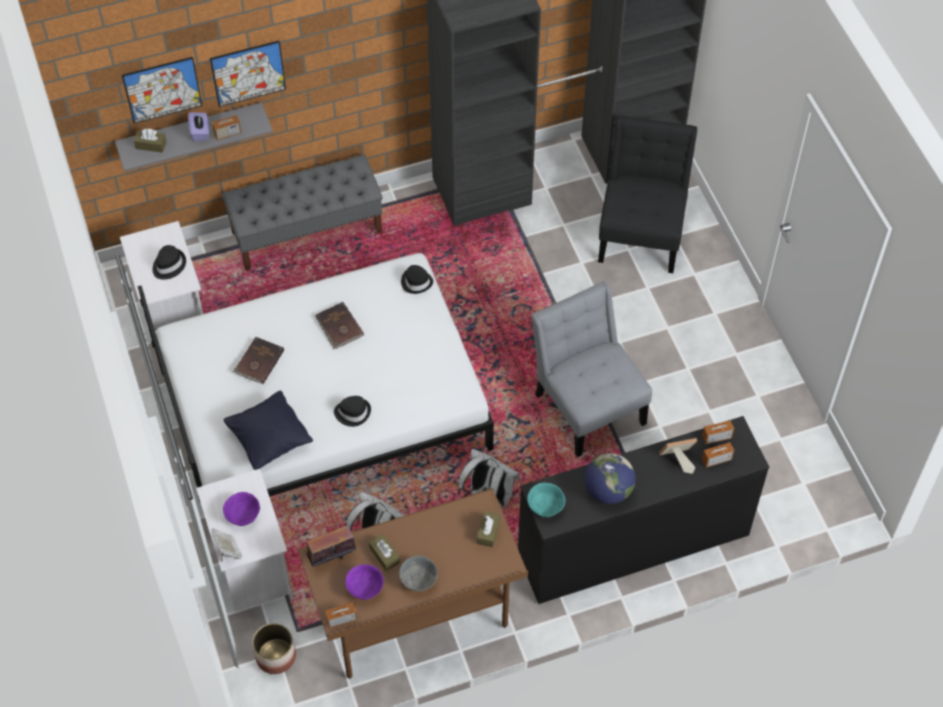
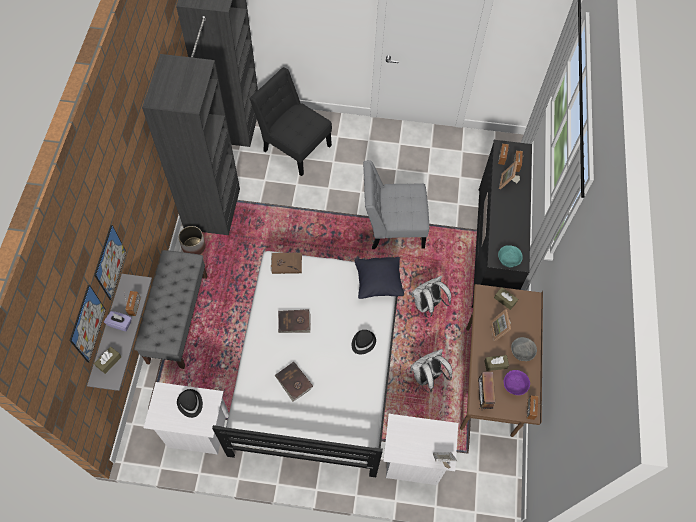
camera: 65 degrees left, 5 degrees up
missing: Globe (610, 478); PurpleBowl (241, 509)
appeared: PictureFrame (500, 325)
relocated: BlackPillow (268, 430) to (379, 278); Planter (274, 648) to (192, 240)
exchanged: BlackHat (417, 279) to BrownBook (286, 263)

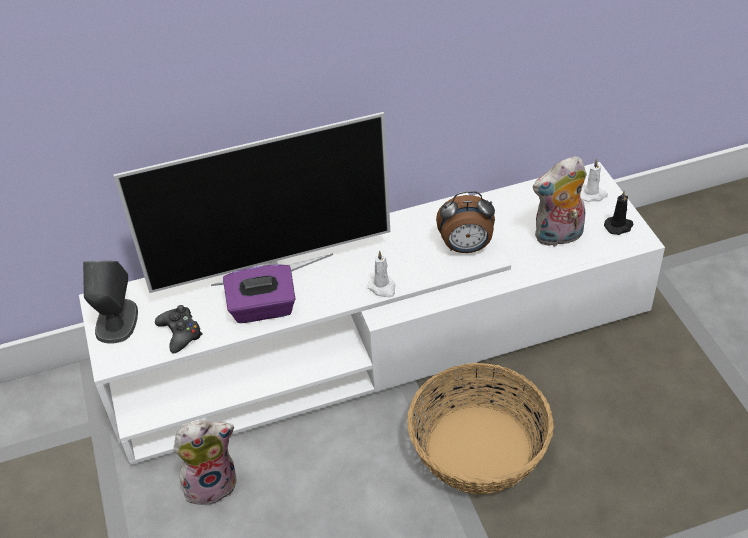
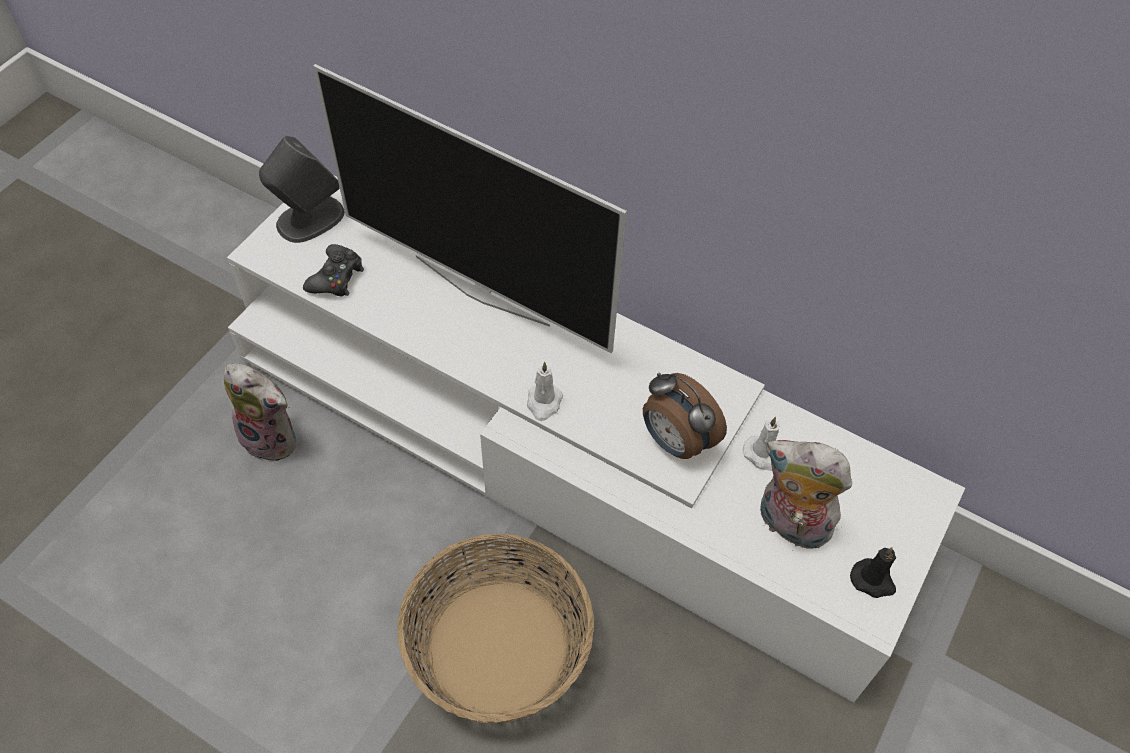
camera: 45 degrees right, 10 degrees up
missing: PurpleTissueBox (259, 293)
relocated: WhiteCandle (594, 180) to (761, 444)

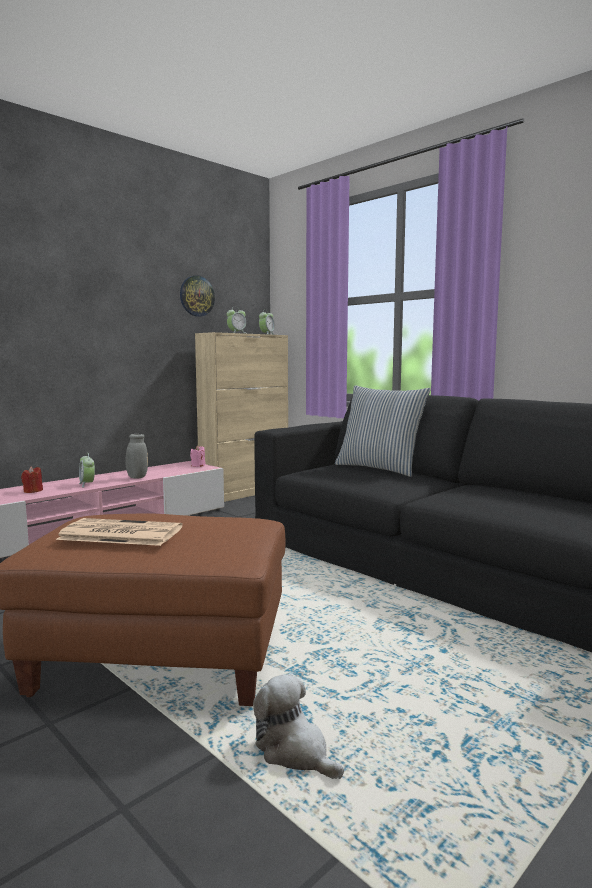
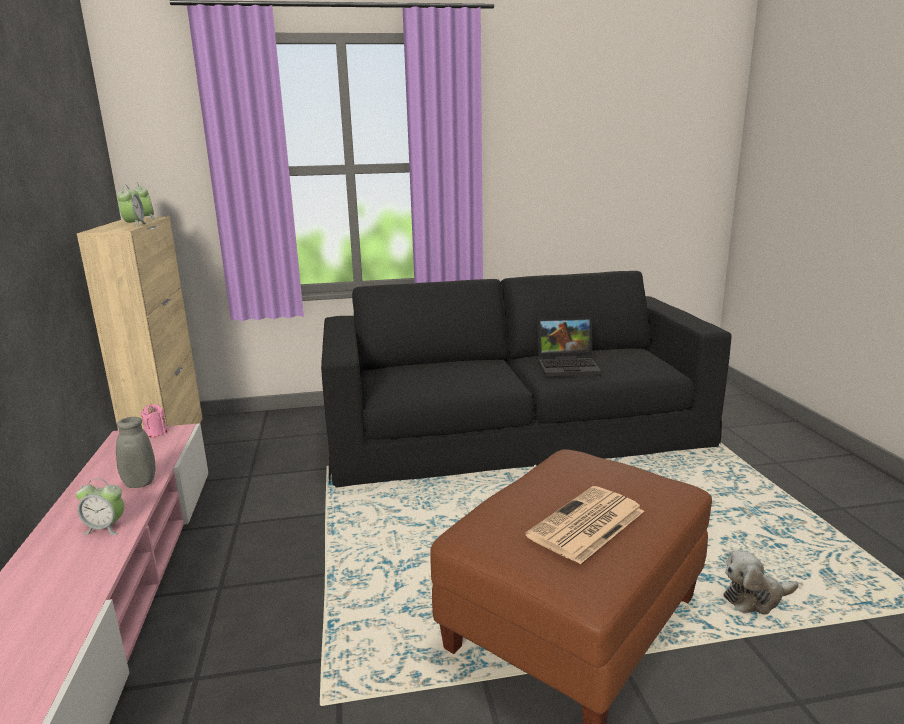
camera: 55 degrees left, 10 degrees up
missing: WallClock (197, 296); Pillow (383, 431); RedCandle (32, 479)
appeared: Laptop (570, 347)

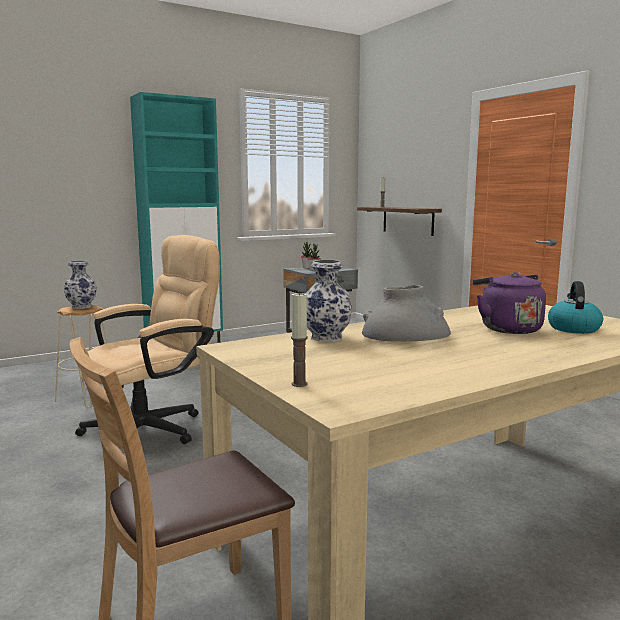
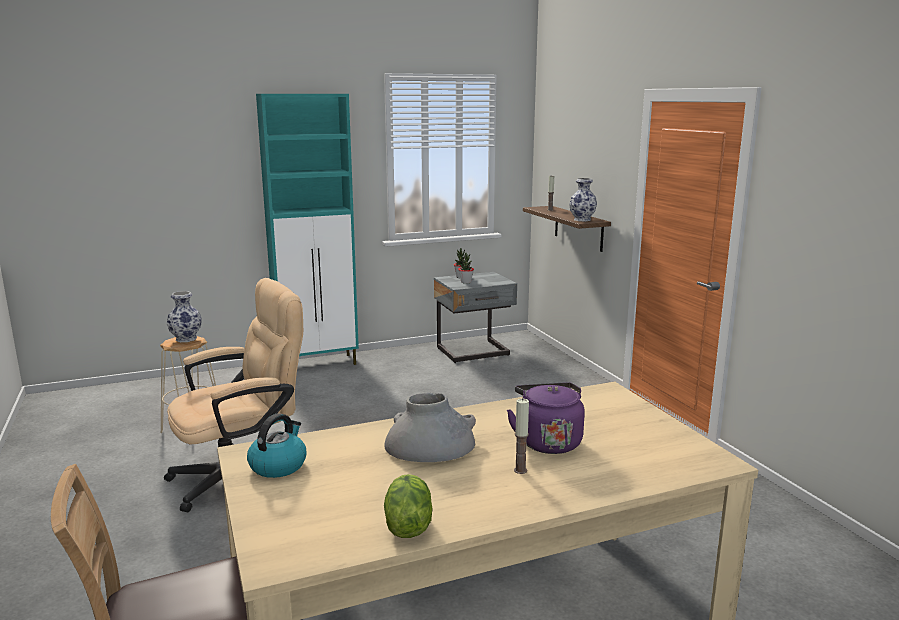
camera: 10 degrees right, 5 degrees up
appeared: Lettuce (408, 506)
relocated: Vase (328, 301) to (583, 199); Kettle (575, 307) to (276, 445); Candle (299, 339) to (521, 436)

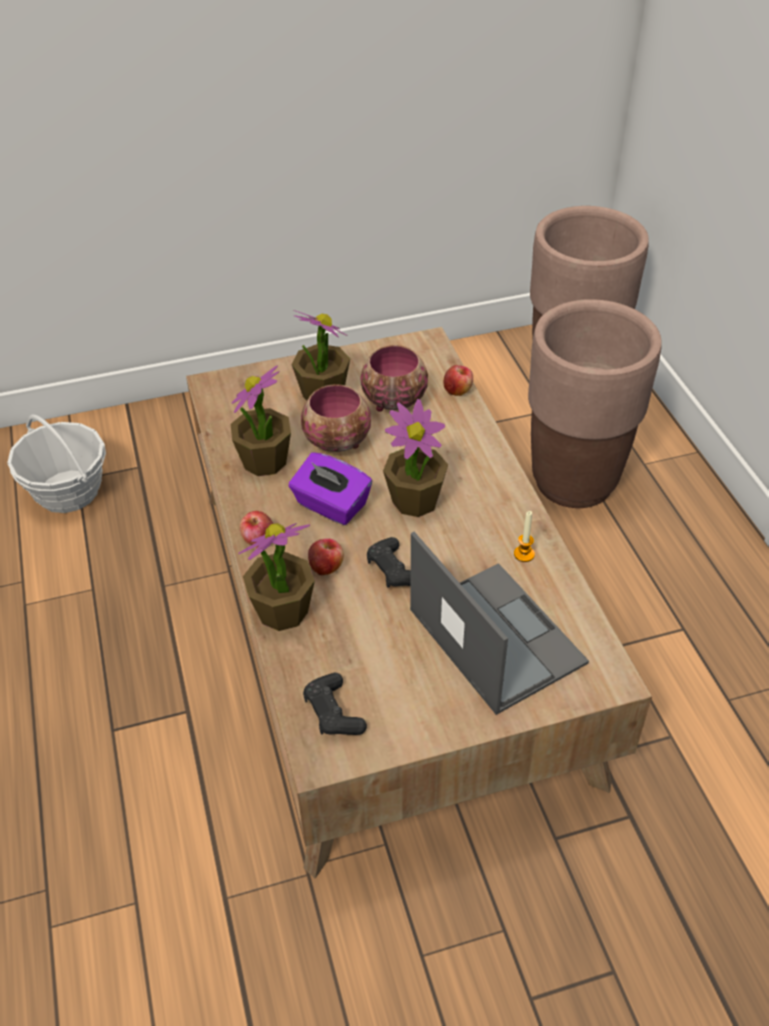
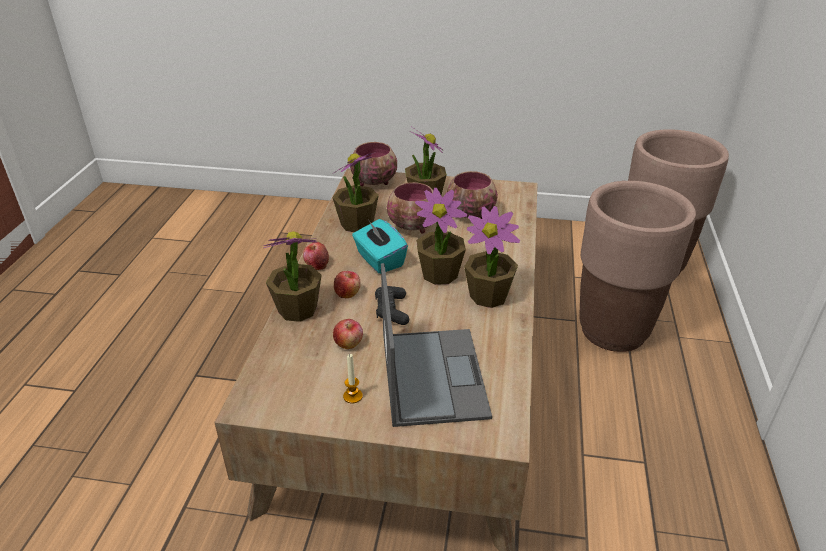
camera: 25 degrees right, 10 degrees down
missing: Basket (56, 464); BlackGameController (335, 704)
appeared: Bowl (373, 164); PottedPlant (492, 257)
relocated: Apple (458, 380) to (348, 334); Candle (524, 536) to (353, 378)
colour: PurpleTissueBox (330, 488) to TurquoiseTissueBox (380, 246)

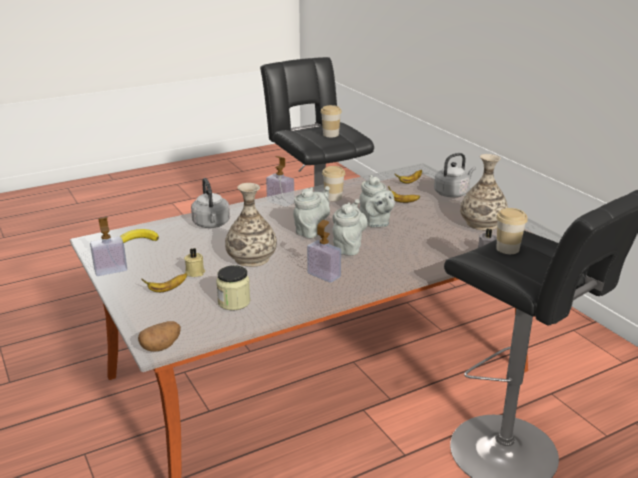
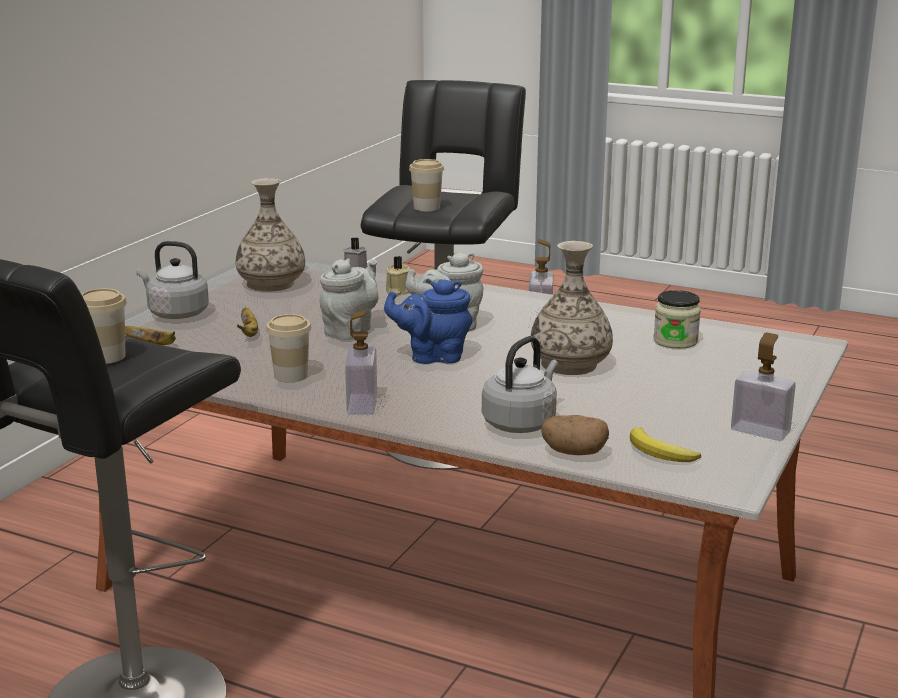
camera: 125 degrees left, 5 degrees down
missing: Banana (164, 282)
relocated: BeigeCandle (194, 262) to (398, 276); Potato (159, 336) to (575, 435)
colour: GreyTeapot (311, 212) to BlueTeapot (428, 322)

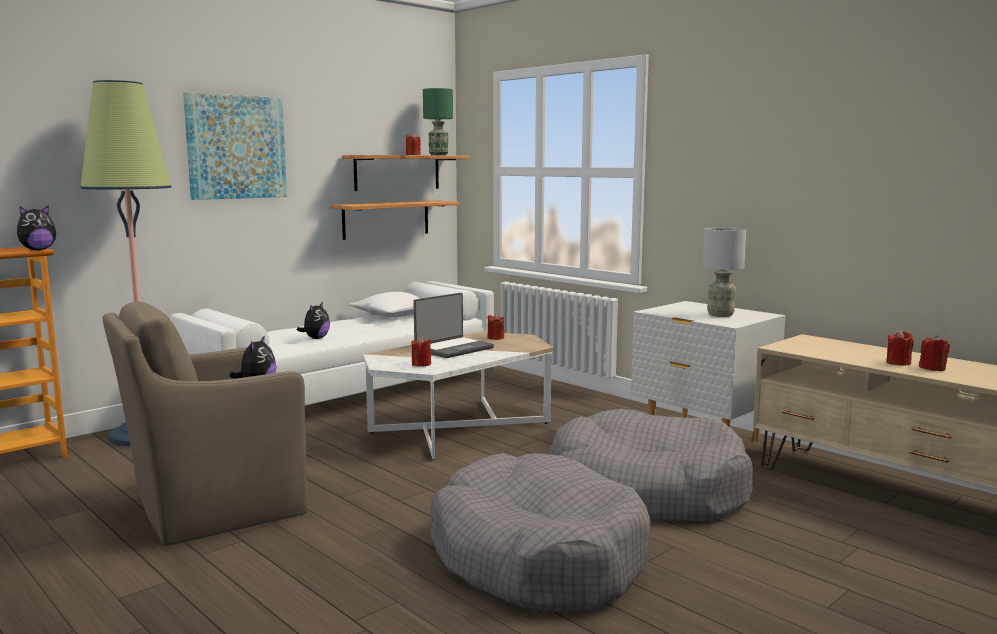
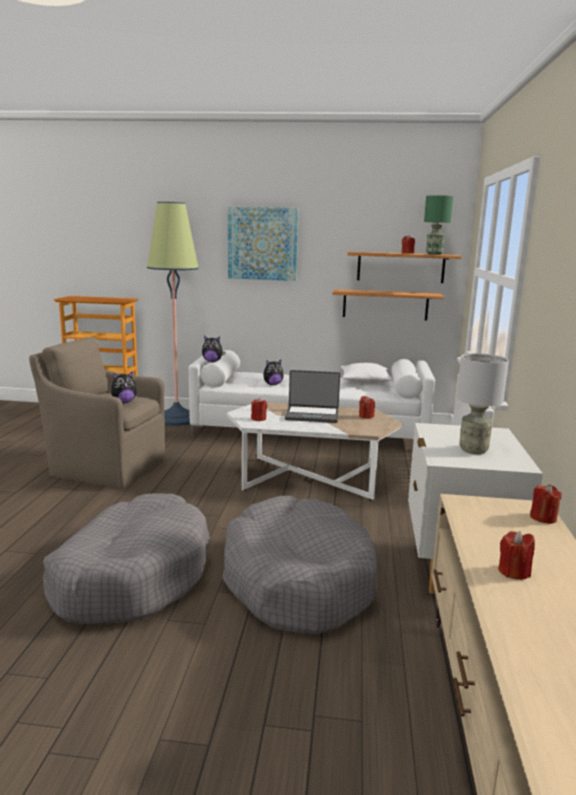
camera: 50 degrees right, 5 degrees up
relocated: PlushToy (36, 228) to (213, 349); RedCandle (934, 353) to (546, 504)

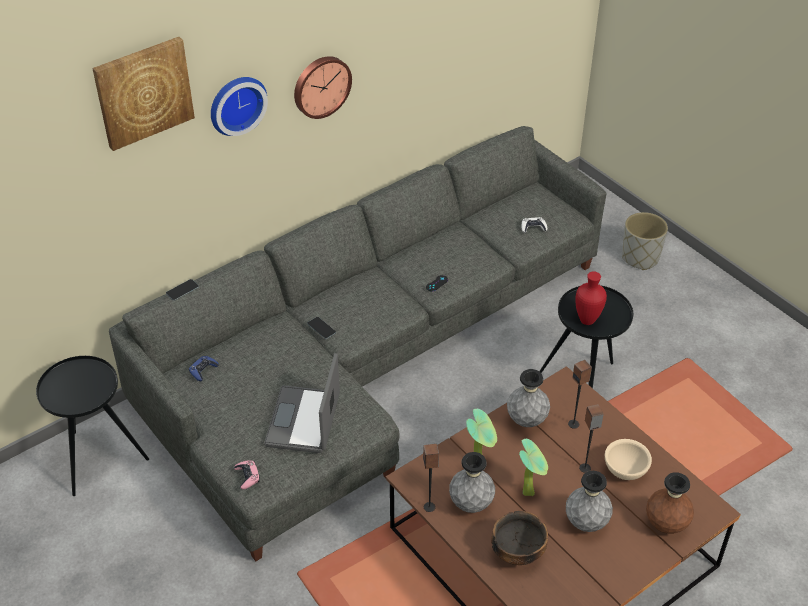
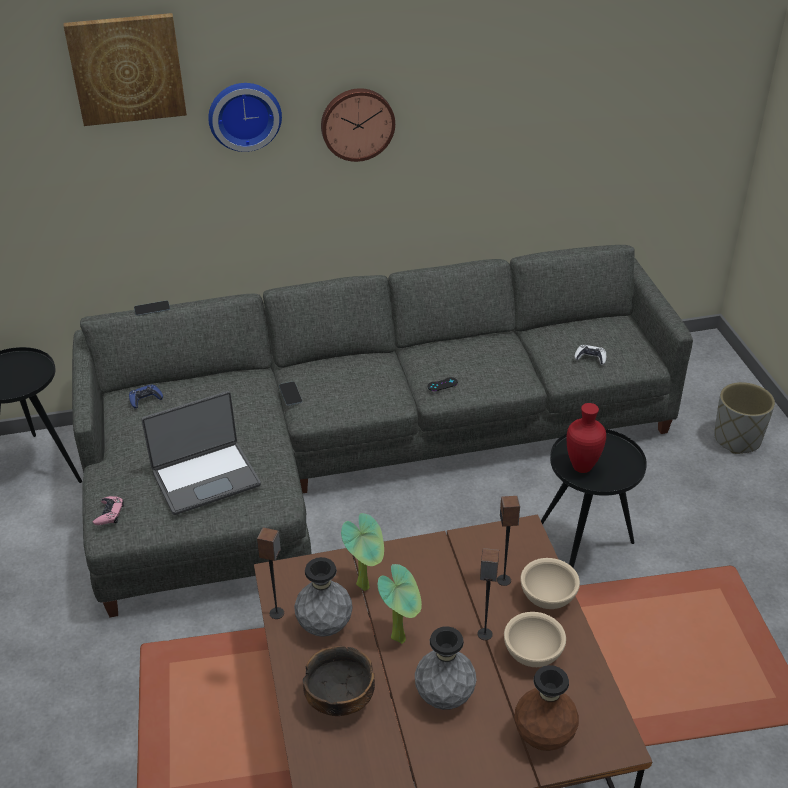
camera: 25 degrees right, 5 degrees down
missing: GreyVase (528, 398)
appeared: BeigeBowl (550, 583)
spun: Laptop (302, 403) = (201, 453) 150 degrees counterclockwise

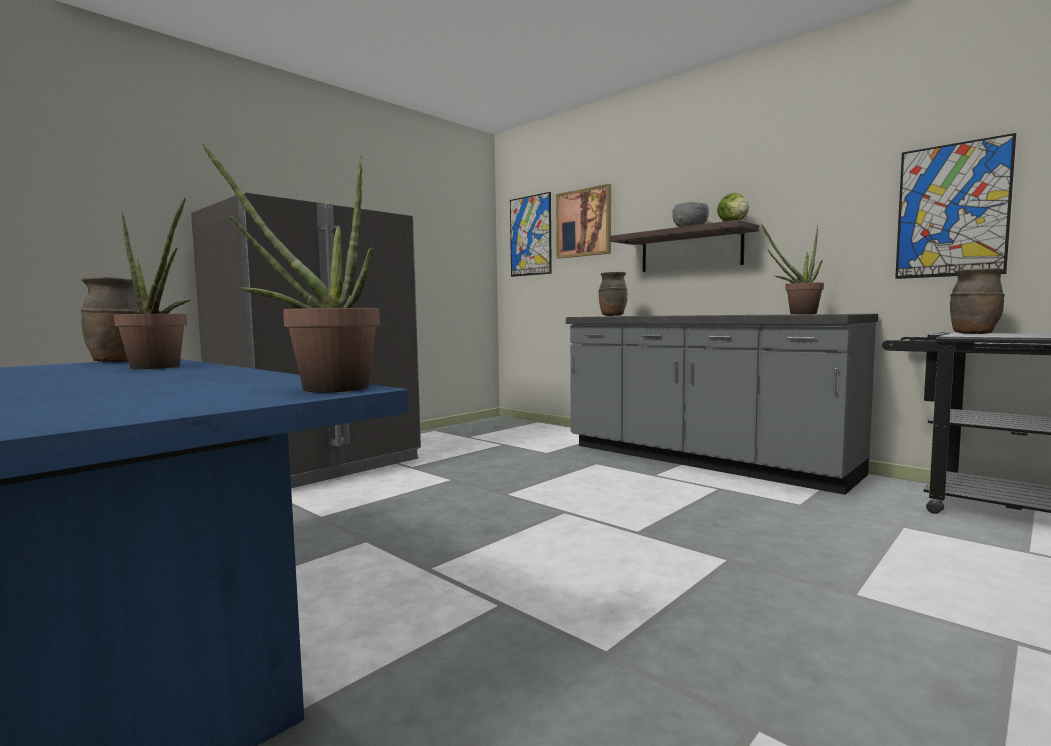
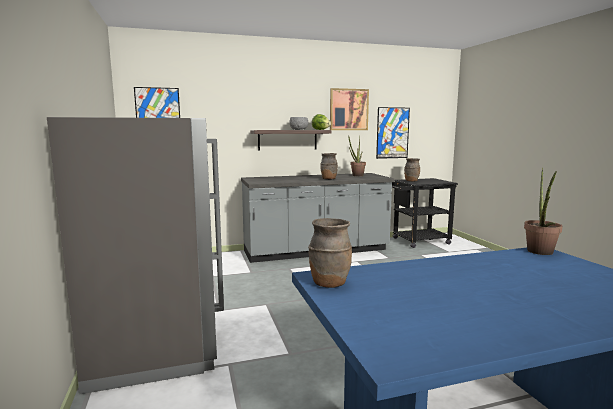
camera: 60 degrees left, 5 degrees up
missing: PottedPlant (153, 283)
relocated: Picture (583, 221) to (349, 109); BrownVase (612, 294) to (329, 166)

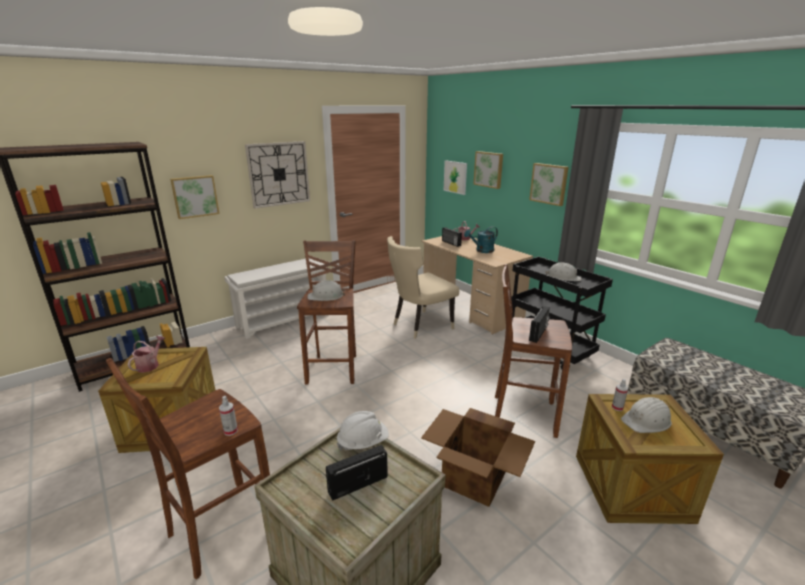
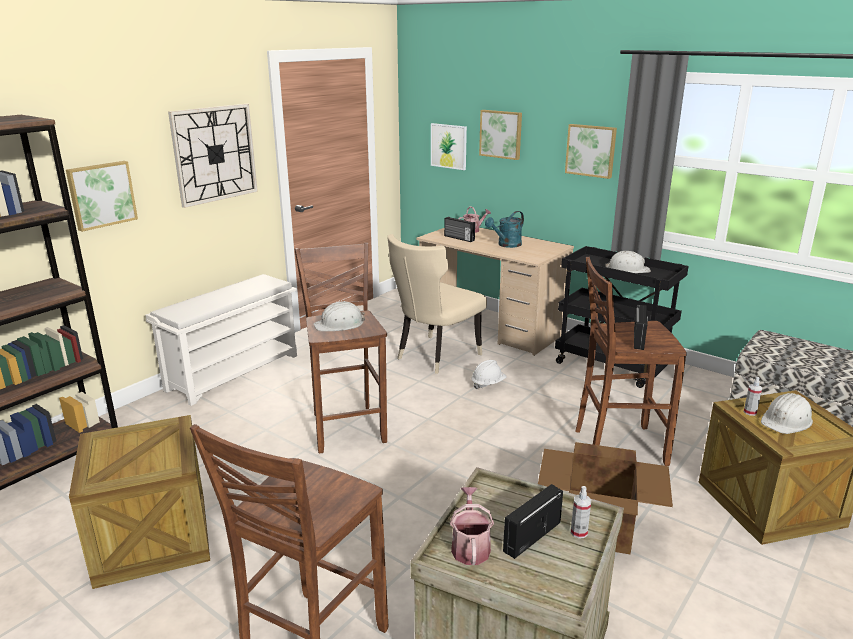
camera: 15 degrees left, 0 degrees up
relocated: WateringCan (147, 354) to (472, 526); SprayBottle (228, 416) to (581, 512); WhiteHardHat (363, 431) to (489, 374)

